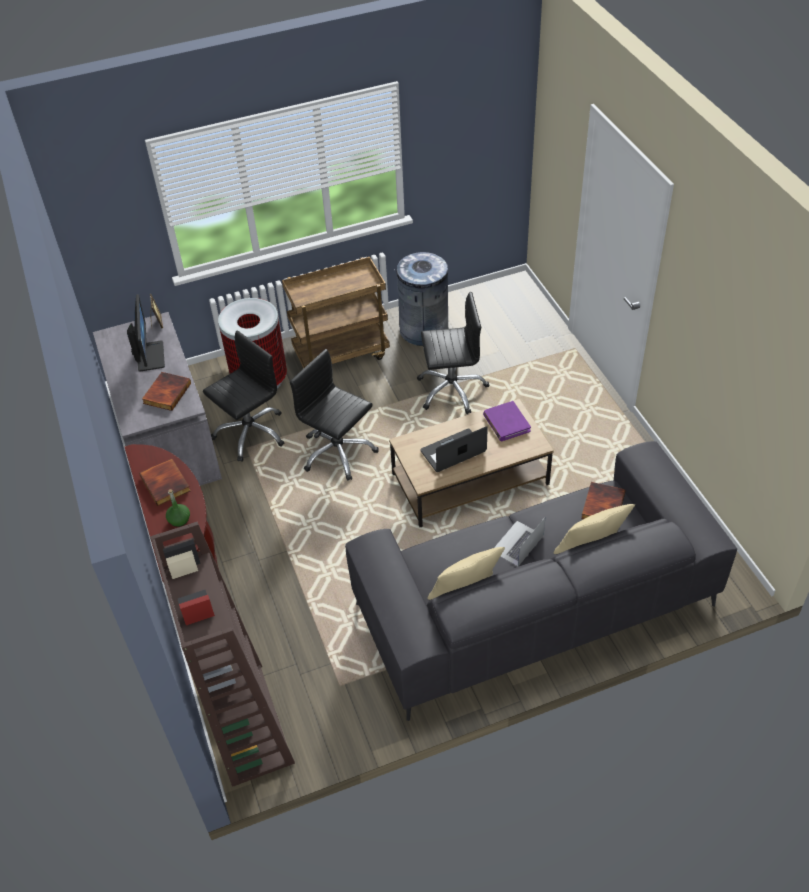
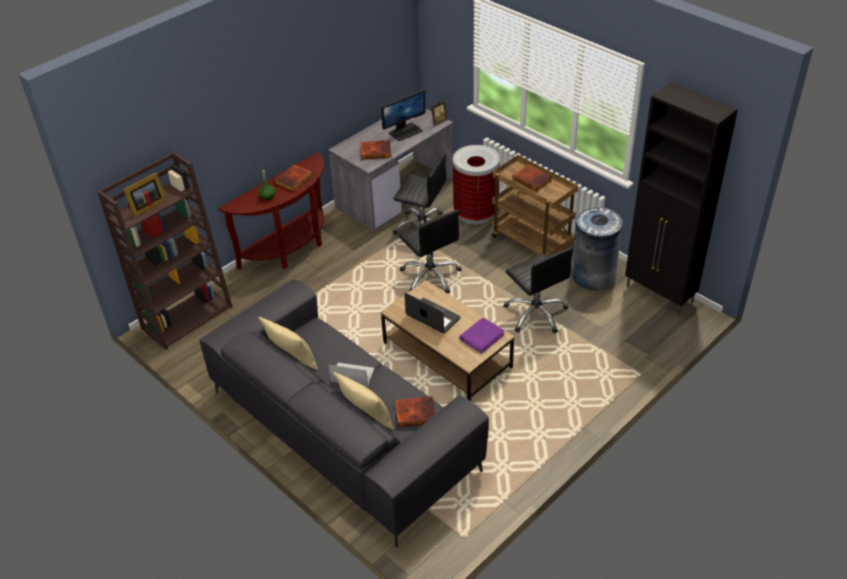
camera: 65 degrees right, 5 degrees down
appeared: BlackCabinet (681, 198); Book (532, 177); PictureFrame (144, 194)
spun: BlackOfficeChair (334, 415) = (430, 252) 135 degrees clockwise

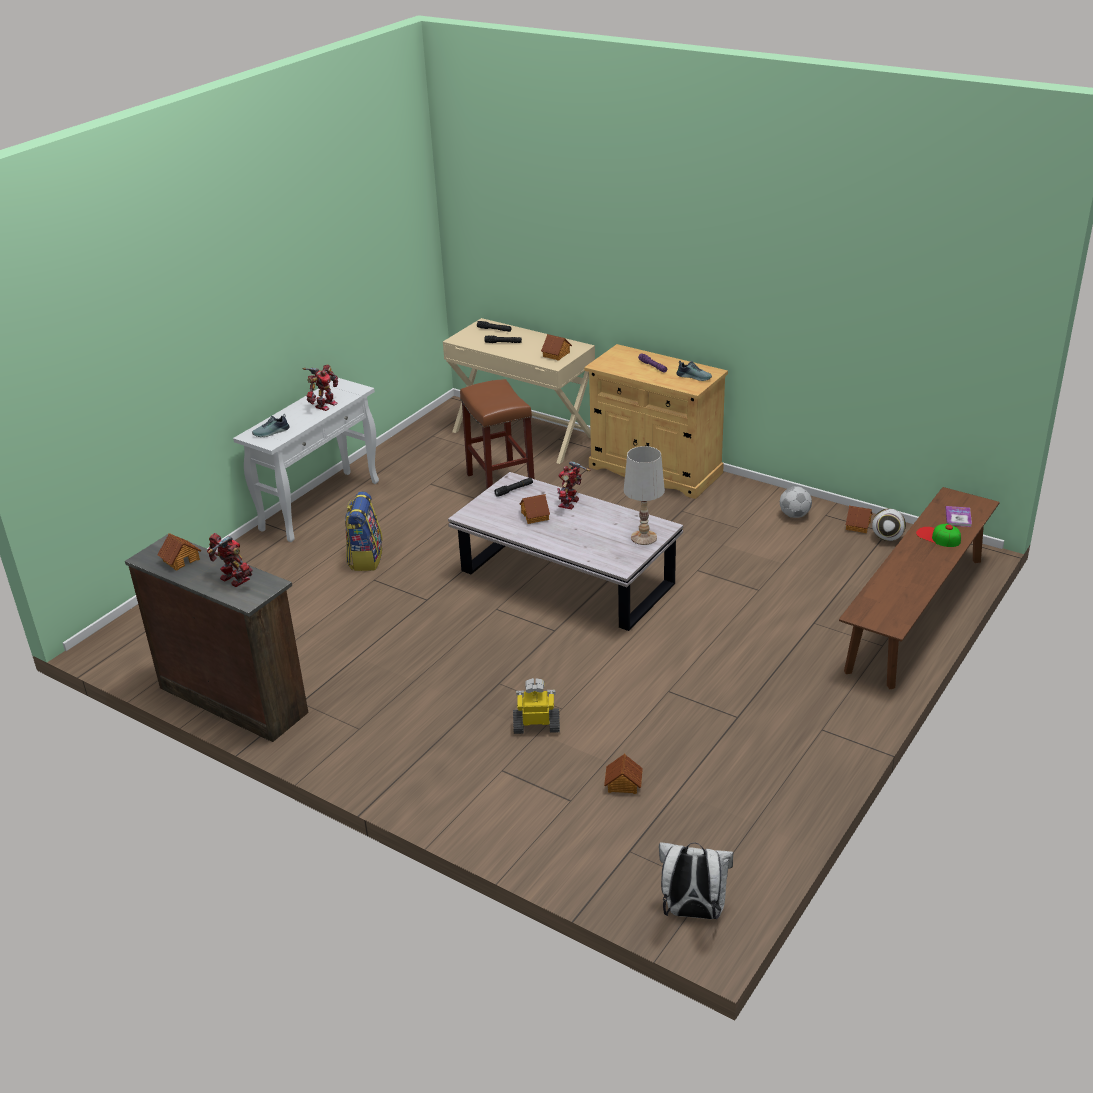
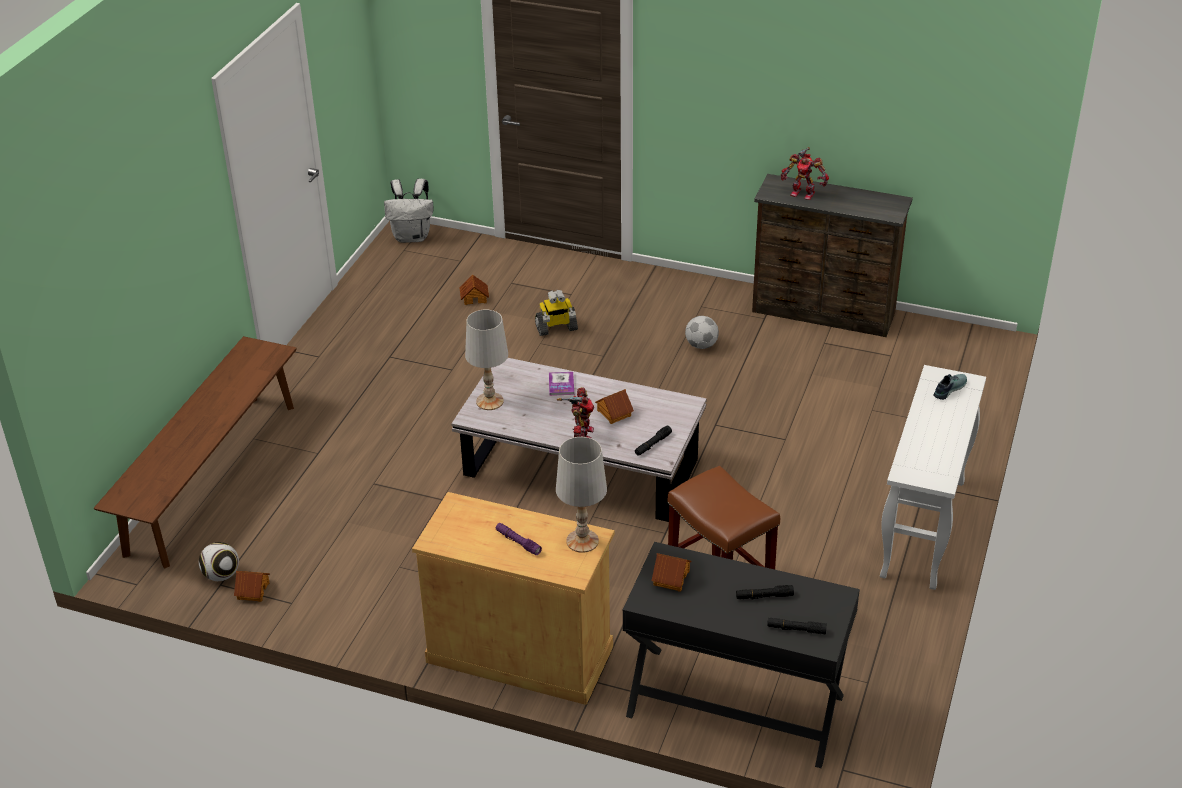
camera: 165 degrees right, 5 degrees up
missing: Shoe (694, 371); ToyRobot (320, 388); Backpack (364, 531); Cap (938, 535); ToyHouse (179, 552)
appeared: WhiteTableLamp (581, 495)
relocated: Football (796, 502) to (702, 332); Book (958, 516) to (561, 384)
colour: BeigeDesk (519, 391) to BlackDesk (741, 655)

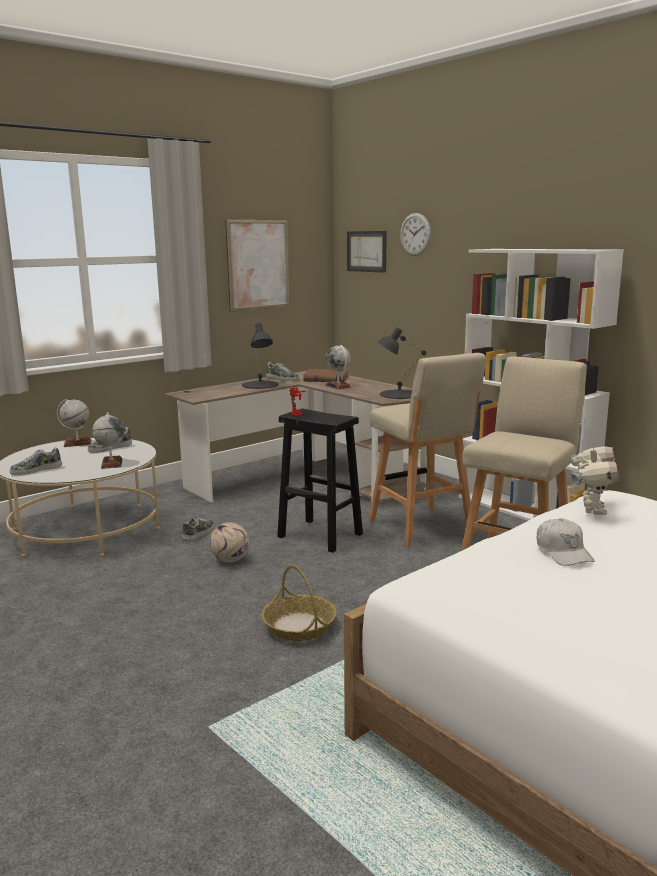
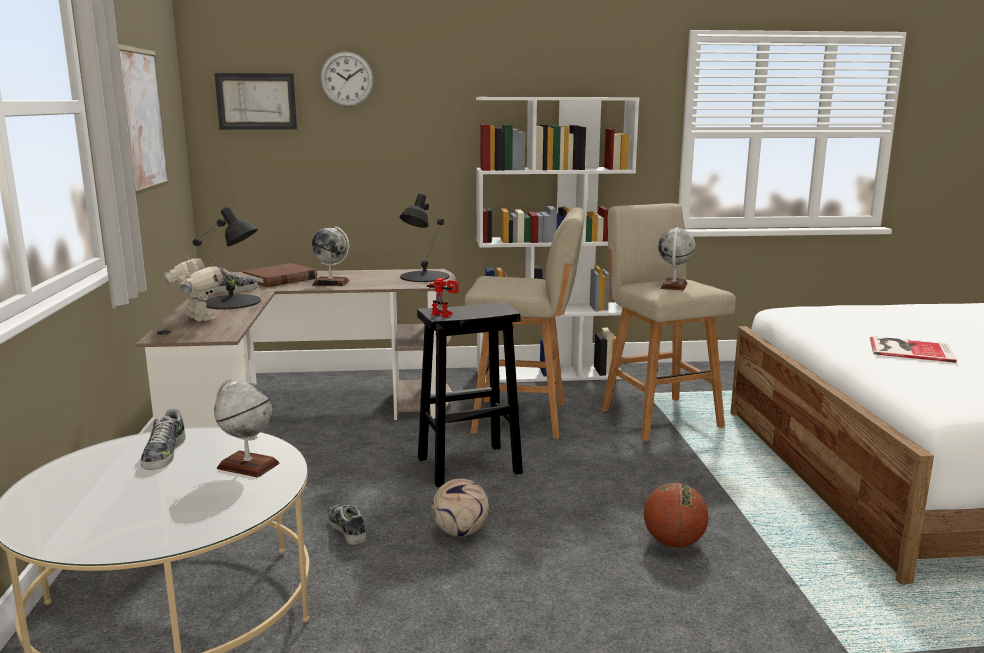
camera: 55 degrees left, 0 degrees up
missing: Shoe (36, 461)
relocated: Globe (74, 423) to (677, 258); ToyRobot (595, 478) to (193, 287)
exchanged: WhiteCap (566, 542) to Book (913, 349); Basket (299, 603) to Basketball (676, 515)

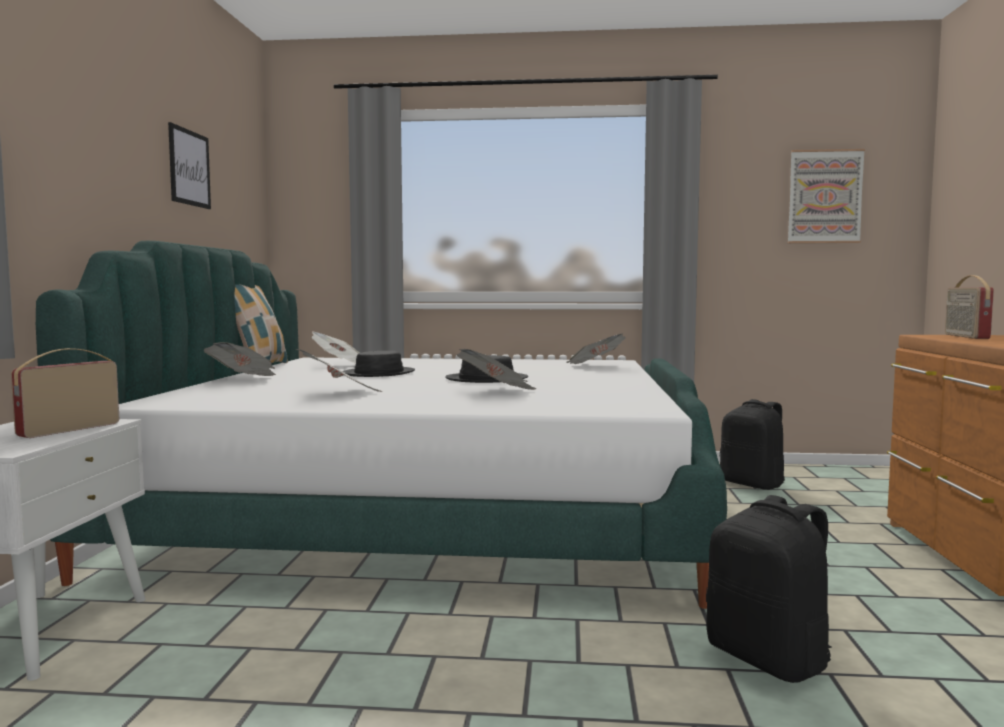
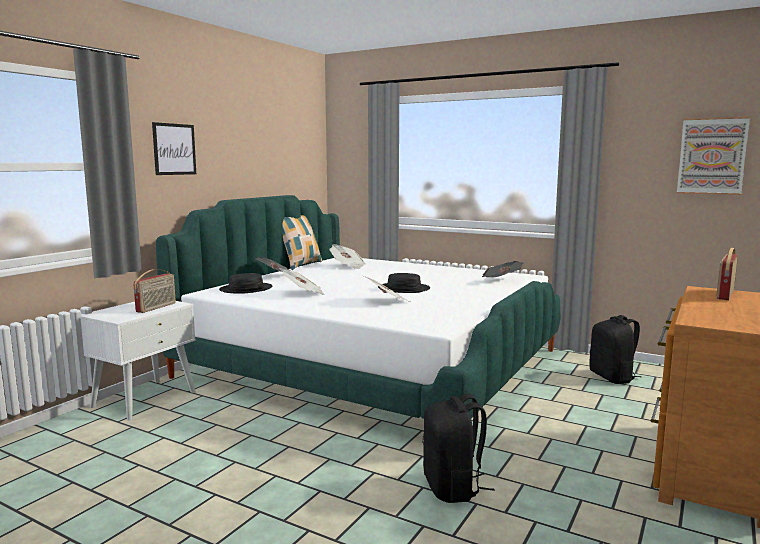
camera: 25 degrees right, 5 degrees up
relocated: Picture (189, 165) to (174, 148); BlackHat (378, 364) to (245, 283)
spun: Radio (65, 393) = (154, 291) 150 degrees clockwise

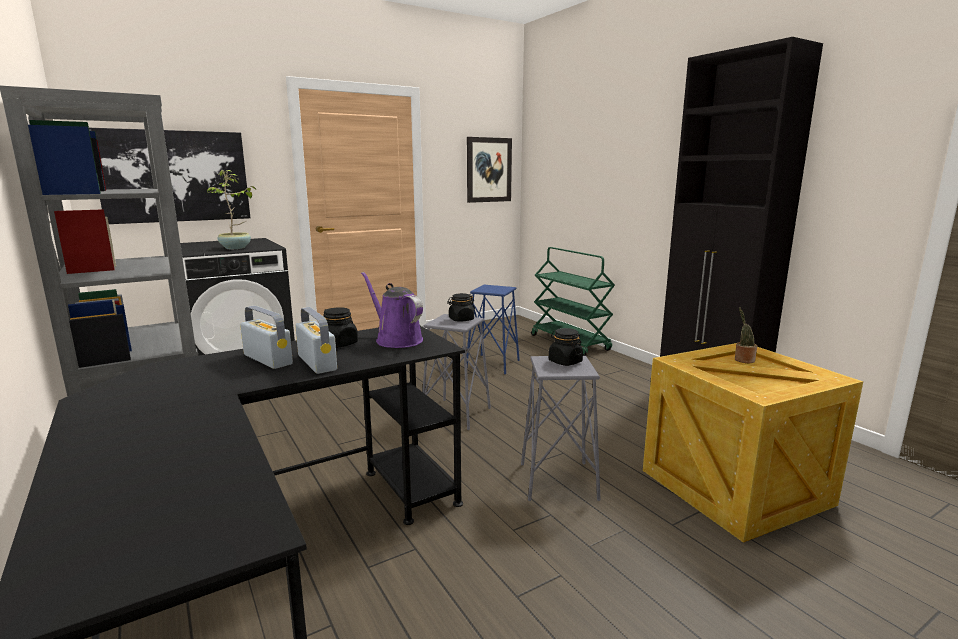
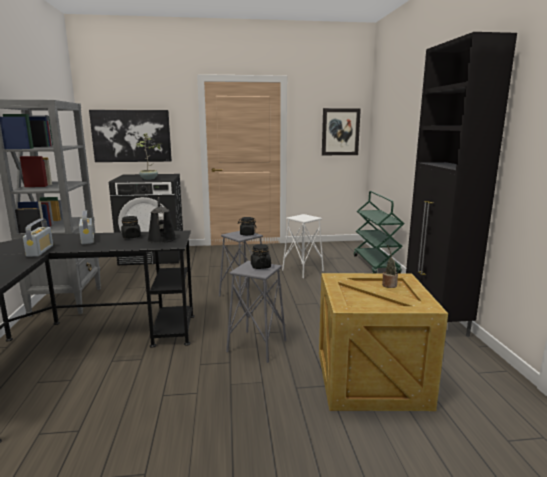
camera: 25 degrees right, 0 degrees up
relocated: Radio (316, 340) to (38, 238)
colour: PurpleWateringCan (392, 310) to BlackWateringCan (161, 220); BlueStool (493, 329) to WhiteStool (303, 246)

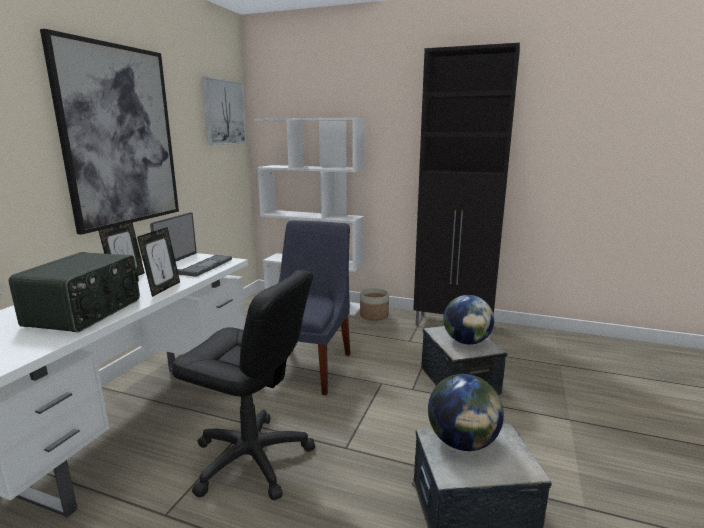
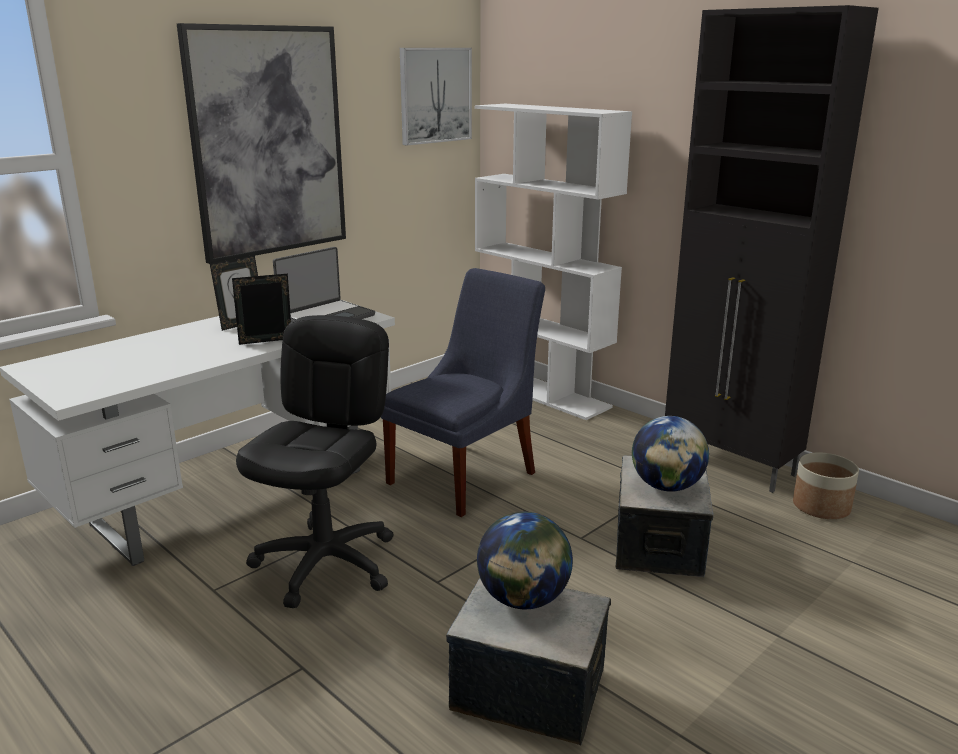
camera: 25 degrees right, 5 degrees up
missing: Radio (74, 292)
relocated: Planter (374, 304) to (826, 485)
spun: PictureFrame (158, 262) = (261, 309) 150 degrees counterclockwise; BlackOfficeChair (243, 385) = (315, 461) 120 degrees counterclockwise

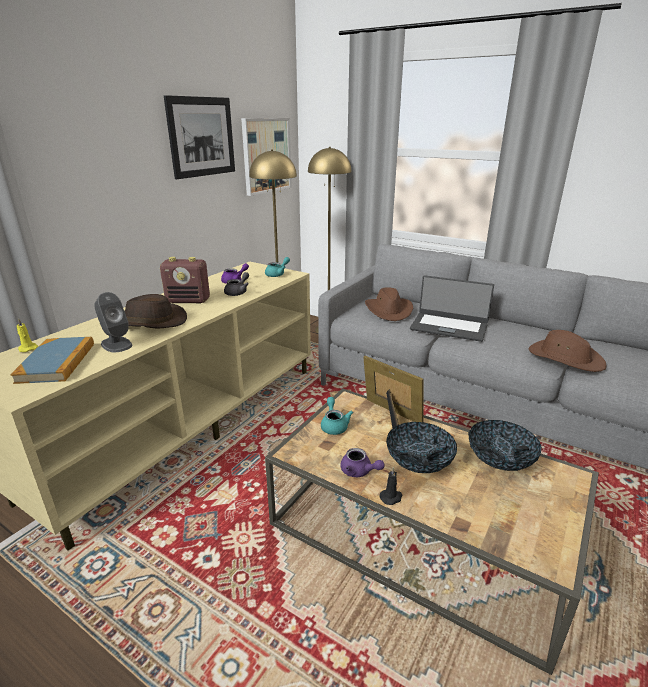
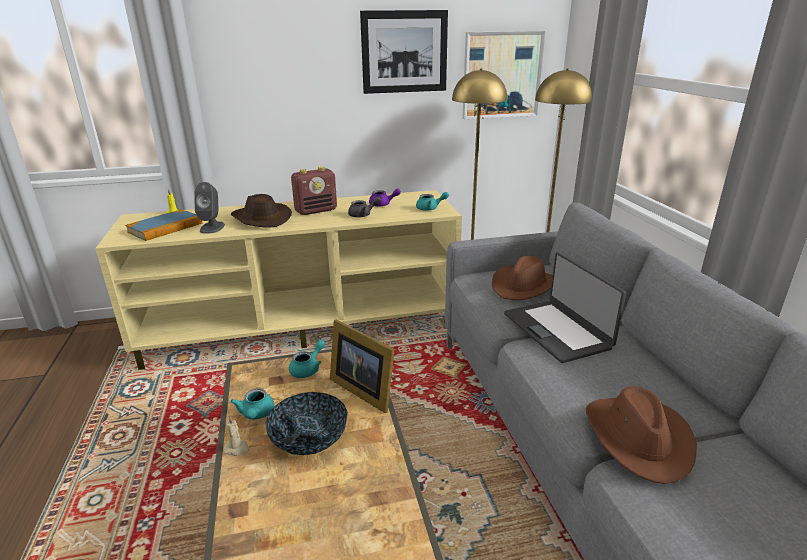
camera: 45 degrees right, 0 degrees up
missing: Bowl (505, 445)
colour: PurpleTeapot (363, 462) to TurquoiseTeapot (252, 404); BlackCandle (391, 486) to BeigeCandle (237, 436)
spun: Radio (185, 280) = (314, 190) 75 degrees counterclockwise; PictureFrame (393, 392) = (362, 366) 135 degrees clockwise

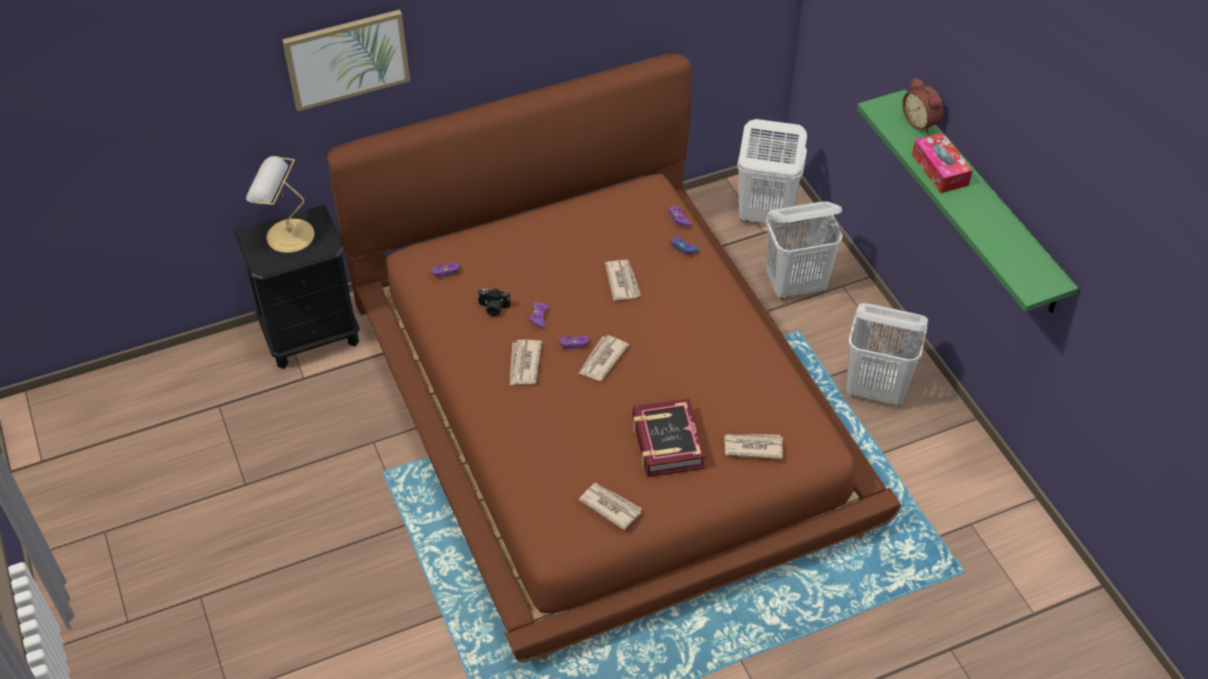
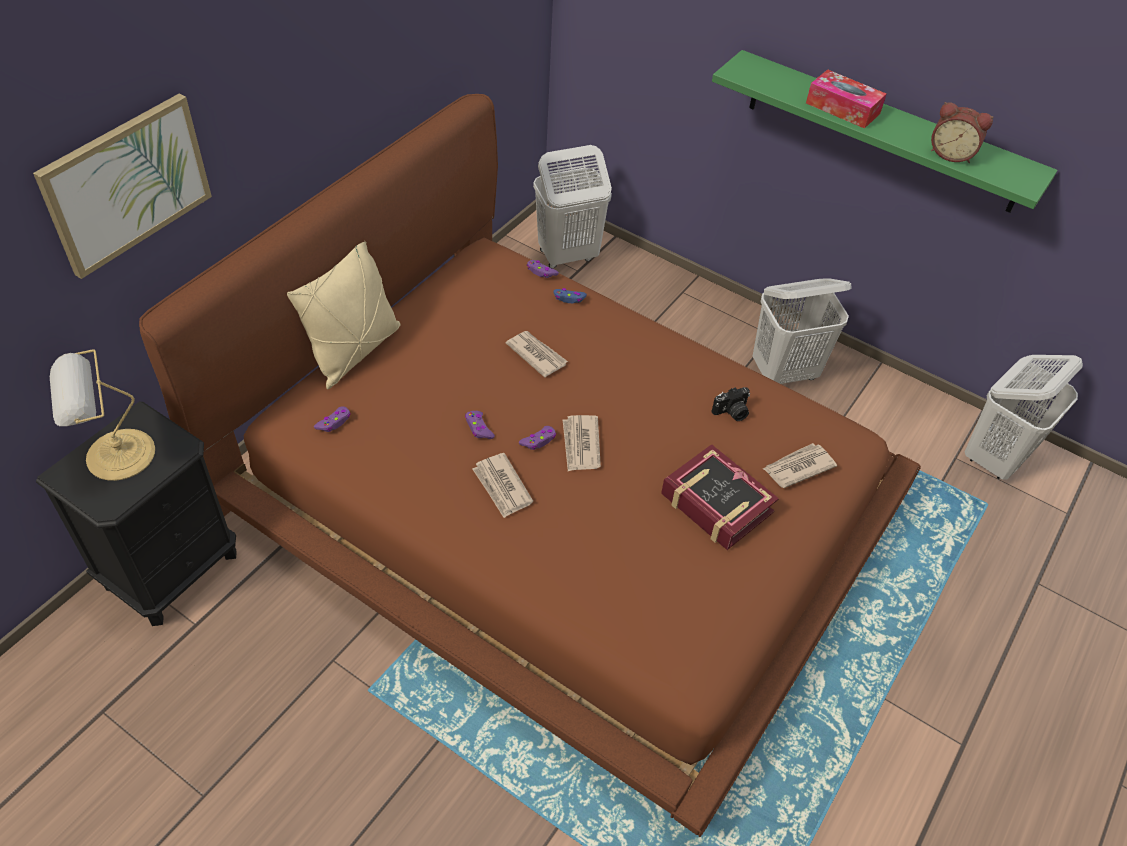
camera: 35 degrees left, 0 degrees up
missing: Newspaper (610, 506)
appeared: BeigePillow (343, 315)
relocated: AlarmClock (923, 106) to (962, 132); WhiteLaundryBasket (804, 250) to (1024, 417); PhotoCamera (494, 302) to (731, 404)

